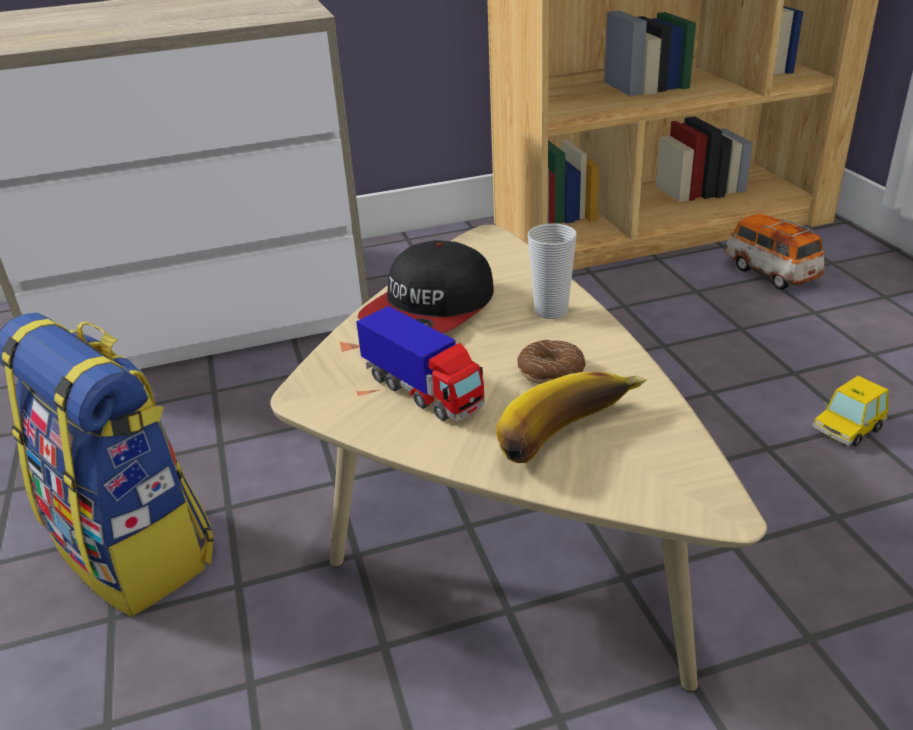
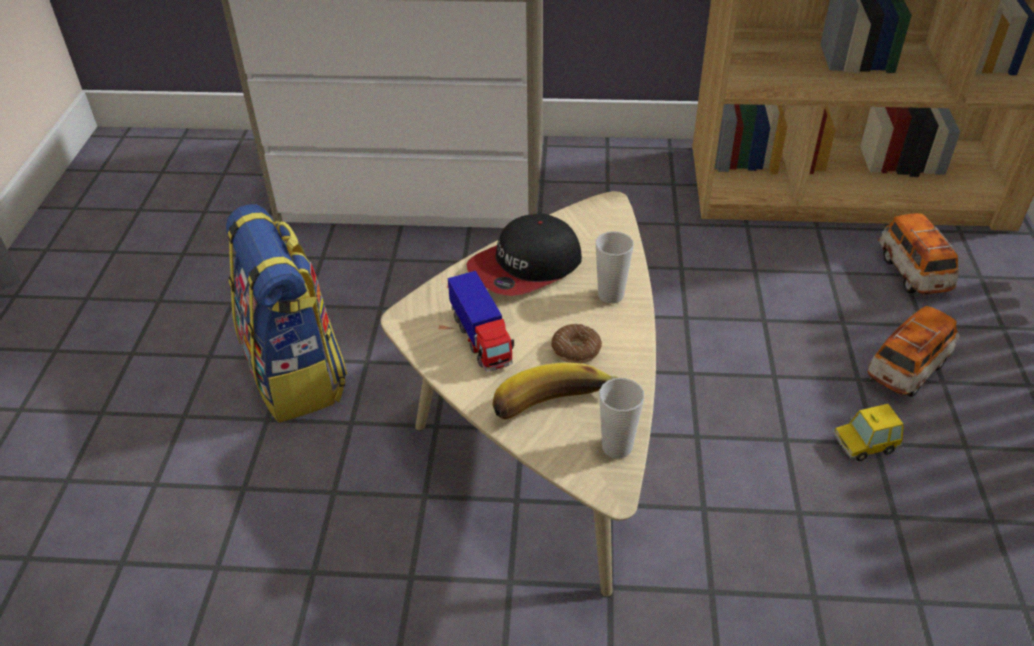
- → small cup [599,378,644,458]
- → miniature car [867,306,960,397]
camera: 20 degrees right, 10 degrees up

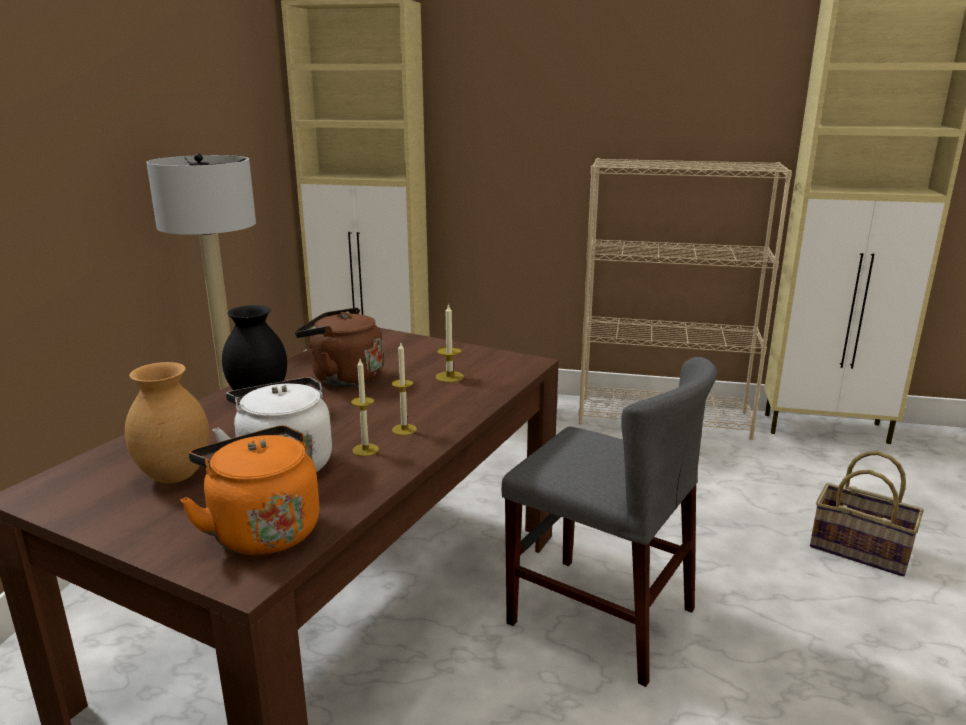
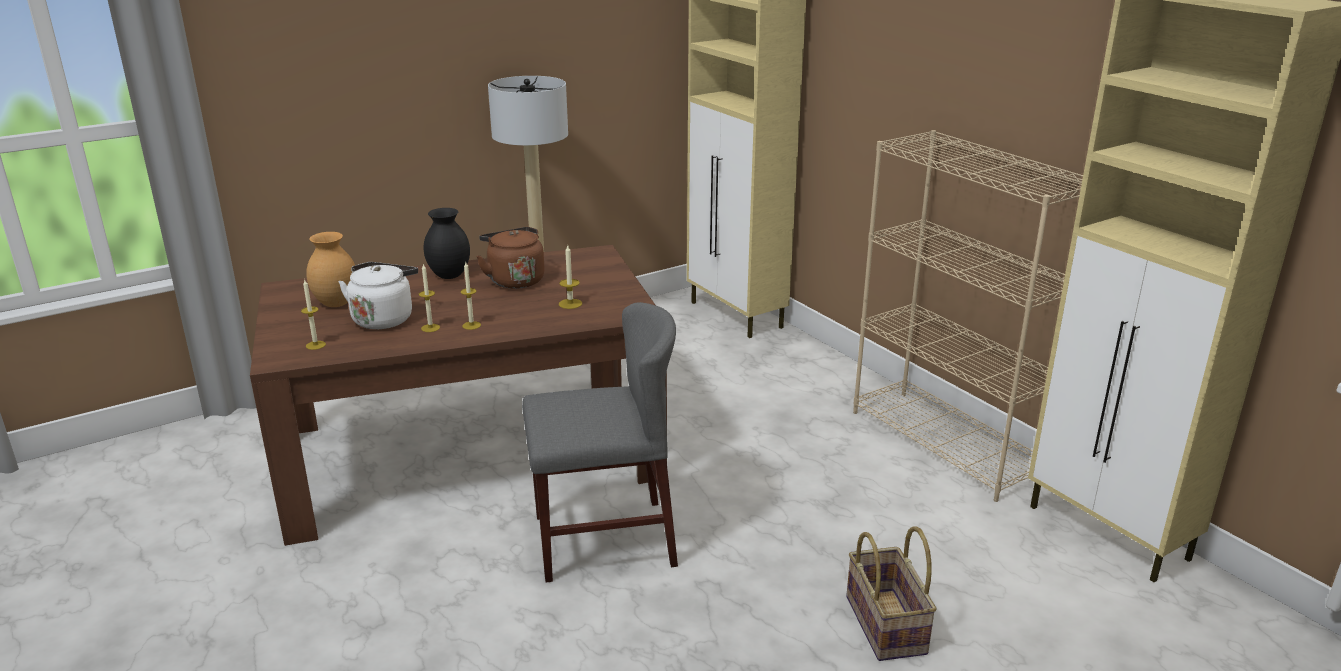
orange-coloured kettle [180,425,320,555] → candle [301,280,326,350]
gray chair [501,357,717,687] → gray chair [522,302,678,583], 90 degrees counterclockwise
camera: 45 degrees right, 5 degrees up

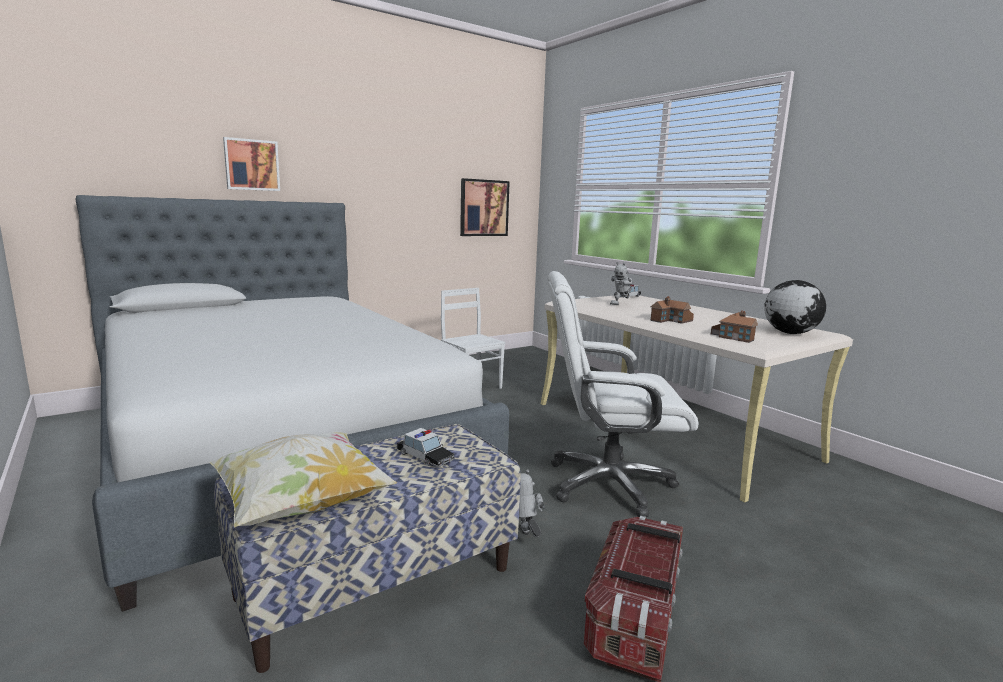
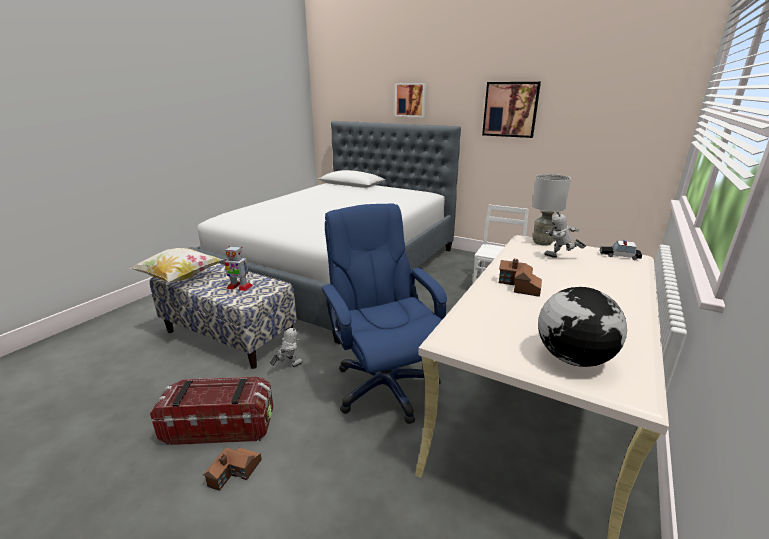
- → gray lamp for a table [532,174,571,246]
picture [460,178,510,236] → picture [482,82,541,138], moved
model house [711,311,758,343] → model house [203,447,262,491], moved
miniature car [397,428,455,467] → model robot [224,246,253,291]
whitish computer chair [548,271,698,517] → bluish computer chair [320,204,447,424]
camera: 65 degrees right, 10 degrees up

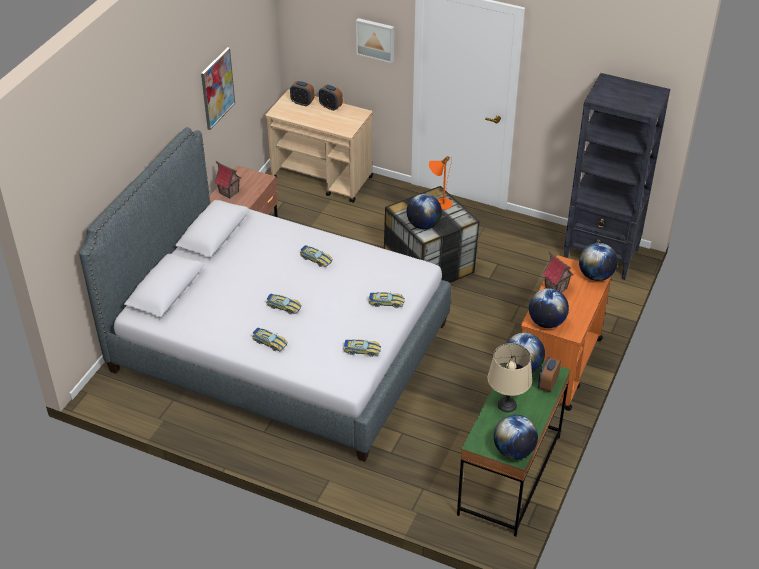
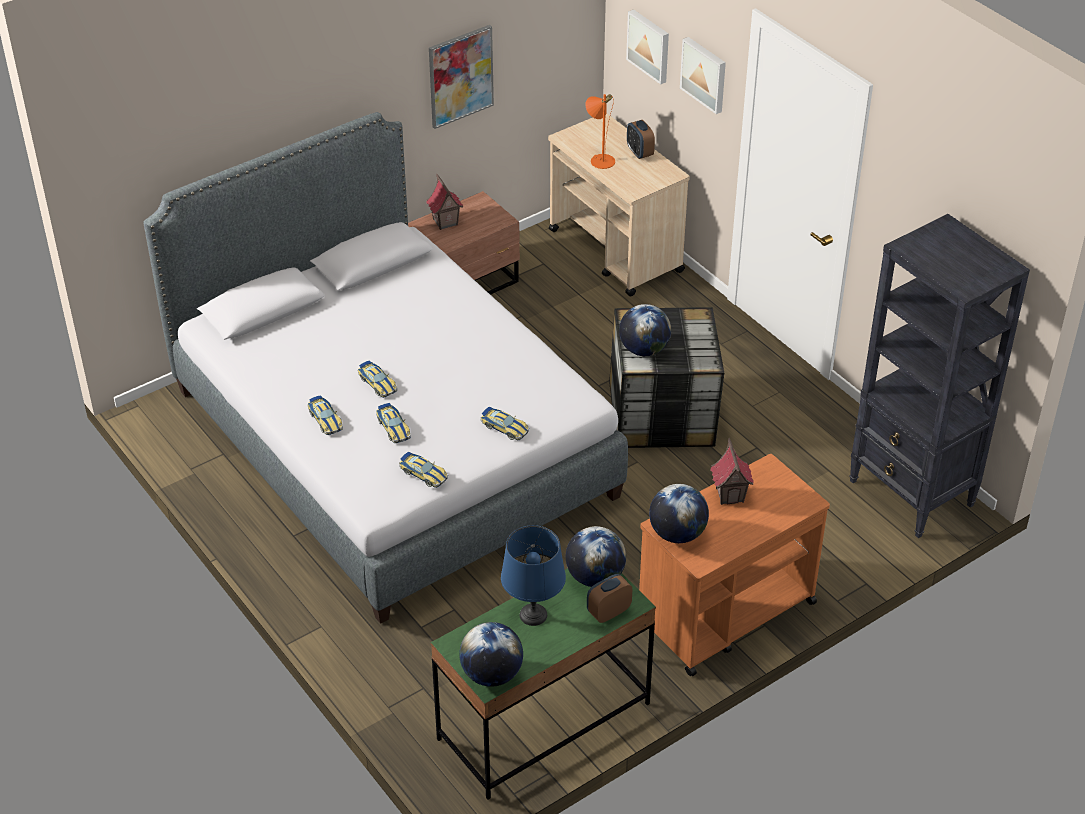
bedside clock [290,81,314,106] → -
desk globe [579,243,618,281] → -
- → picture [626,9,669,84]
miniature car [300,245,332,267] → miniature car [376,403,411,443], moved
orange-coloured lamp for a table [429,156,453,210] → orange-coloured lamp for a table [586,94,615,169], moved
beige-coloured lamp for a table [488,343,532,412] → bluish lamp for a table [501,525,566,626]
camera: 30 degrees right, 0 degrees up

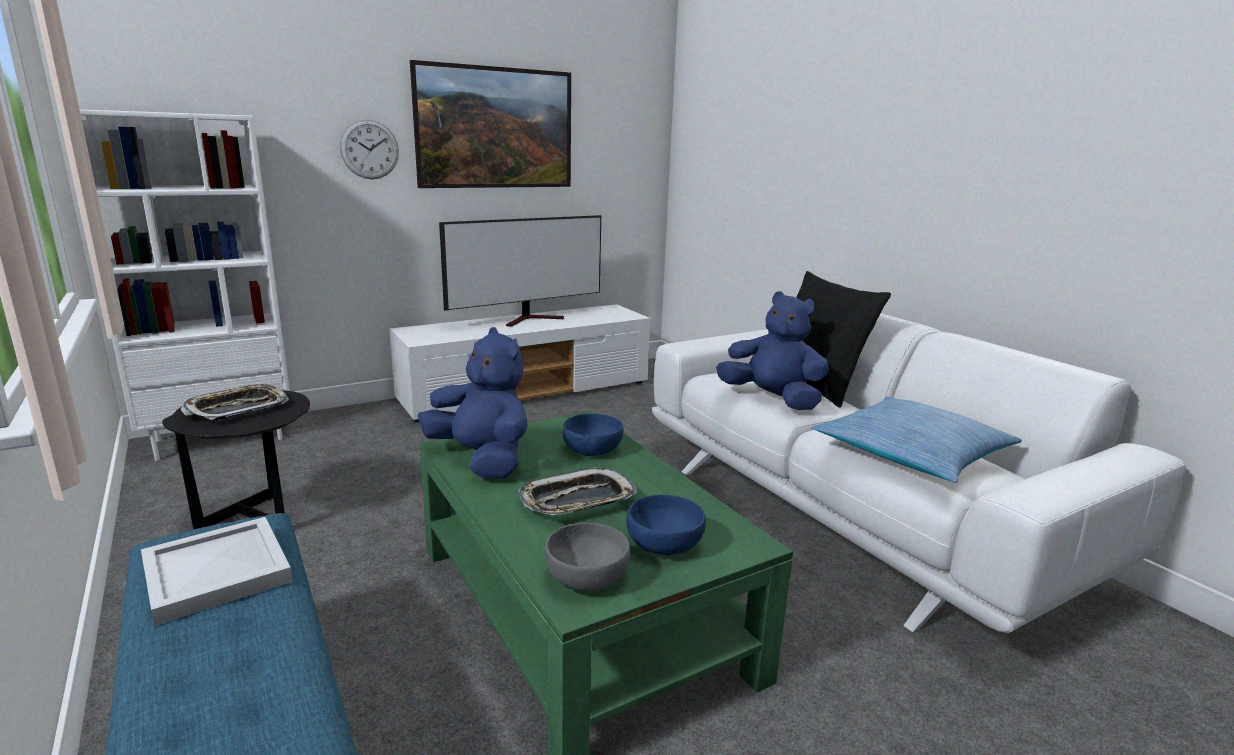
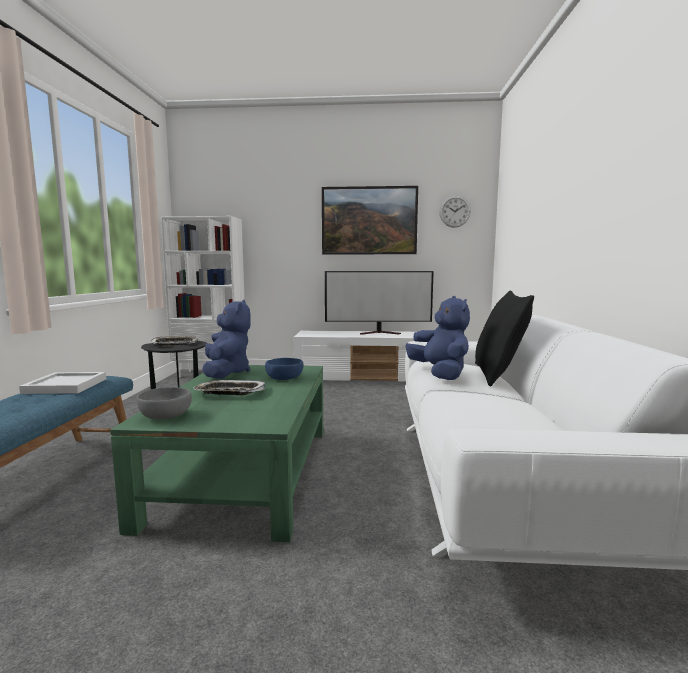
bluish bowl [626,494,706,555] → -
cushion [812,397,1022,483] → -
hanging clock [340,119,399,179] → hanging clock [439,195,471,228], moved
camera: 35 degrees right, 10 degrees down

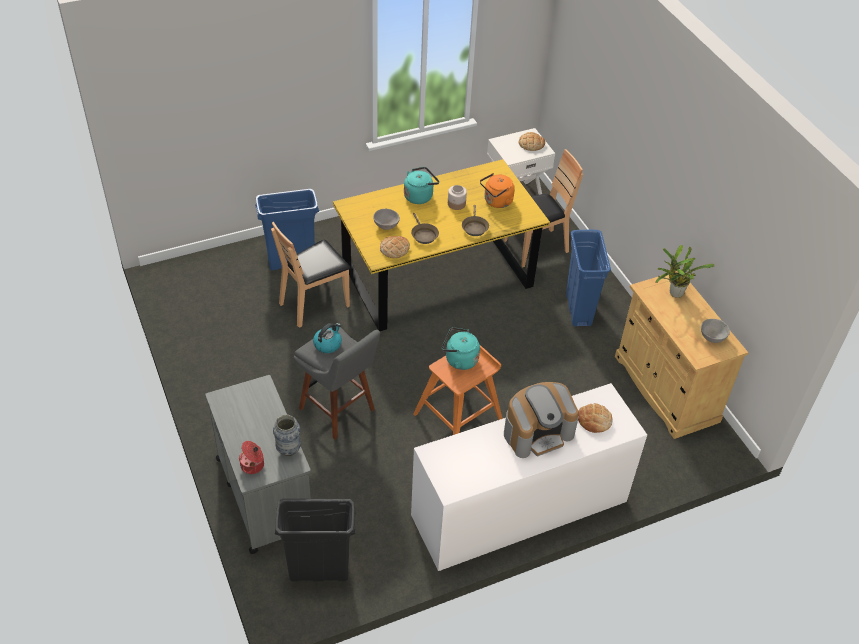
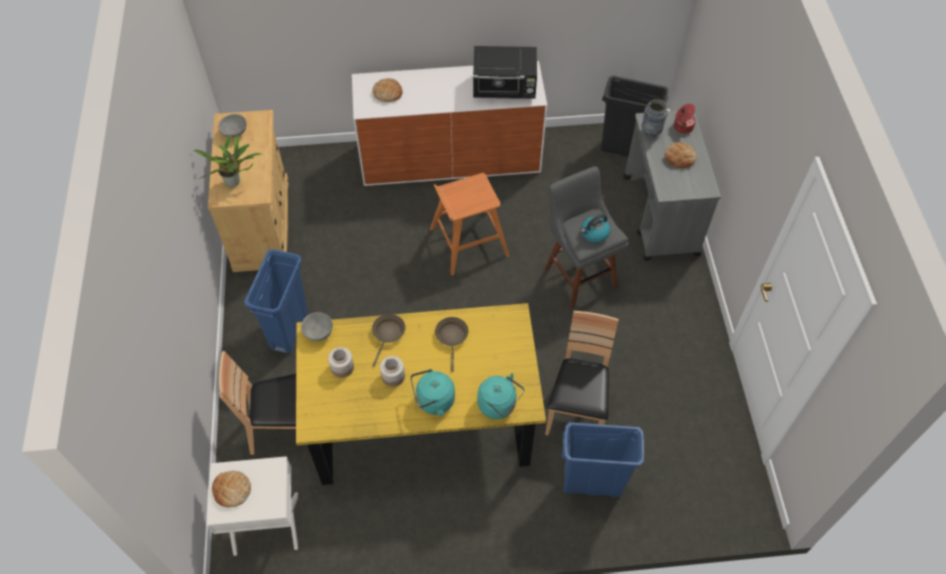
coffee maker [504,382,579,458] → -
- → black kitchen microwave [473,46,537,99]
gray bowl [373,209,400,230] → gray bowl [301,312,333,341], moved
bakery bread [380,236,410,258] → bakery bread [665,142,697,168], moved
blue-green kettle [442,327,480,370] → blue-green kettle [477,373,525,419], moved
orange-coloured kettle [480,173,515,208] → preserve jar [328,347,354,378]
brown chair [271,222,351,328] → brown chair [545,311,619,435], 60 degrees counterclockwise
camera: 160 degrees left, 10 degrees up

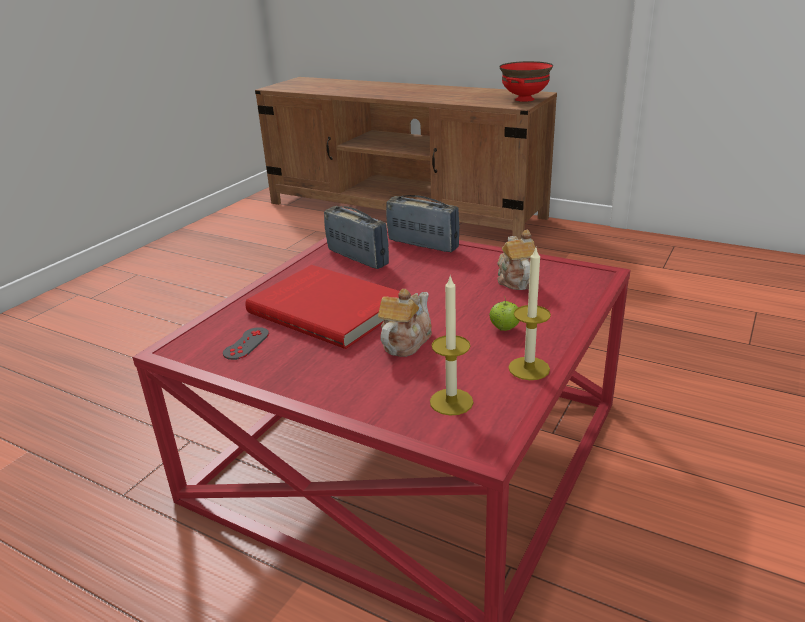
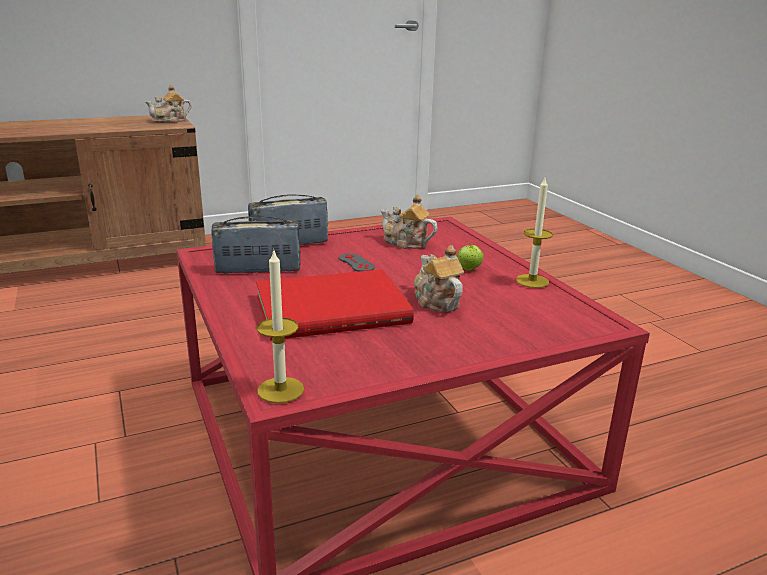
gray joypad [223,327,269,360] → gray joypad [339,253,375,272], moved
candle [430,274,473,415] → candle [257,248,304,403], moved
red bowl [500,61,553,102] → pot for tea [145,85,192,123]
camera: 55 degrees left, 5 degrees down

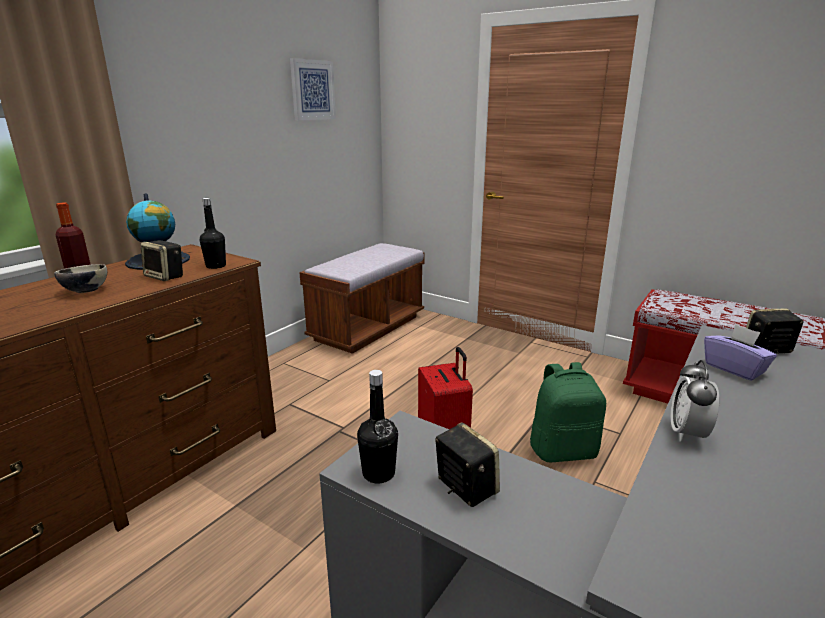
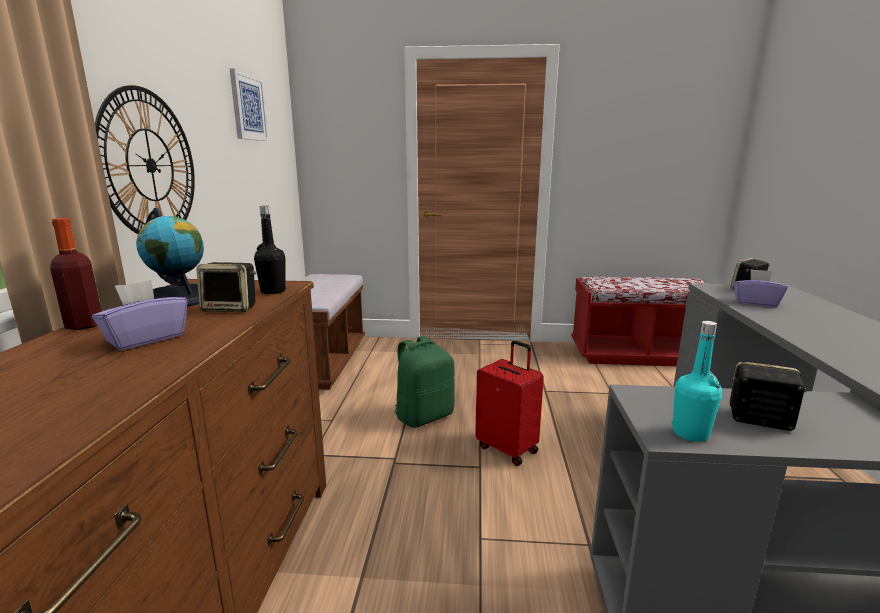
bedside clock [671,360,719,442] → -
- → hanging clock [95,85,195,234]
green rucksack [530,362,606,463] → green rucksack [395,336,455,428], moved
bowl [54,264,107,293] → purple tissue box [92,280,187,350]
black bottle [357,370,398,484] → blue-green bottle [672,321,722,442]
camera: 30 degrees left, 5 degrees down

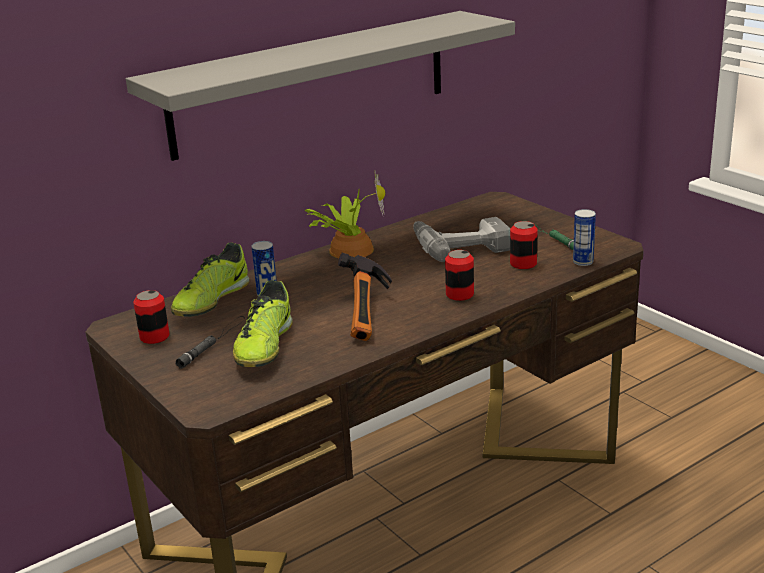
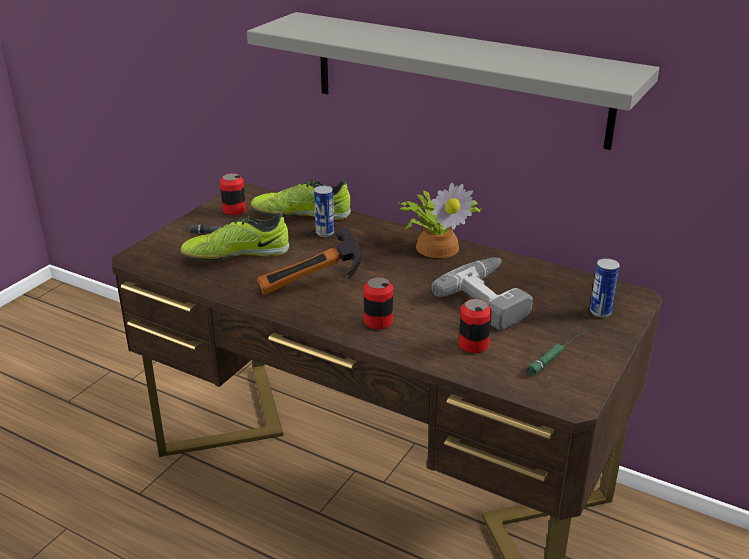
metal can [573,209,596,266] → metal can [590,258,620,317], moved
camera: 65 degrees right, 5 degrees up

